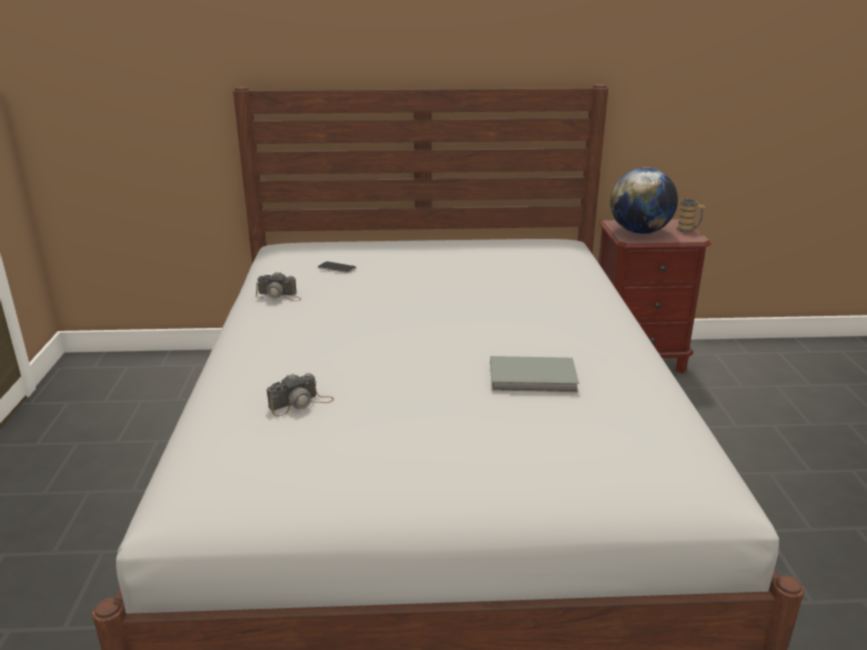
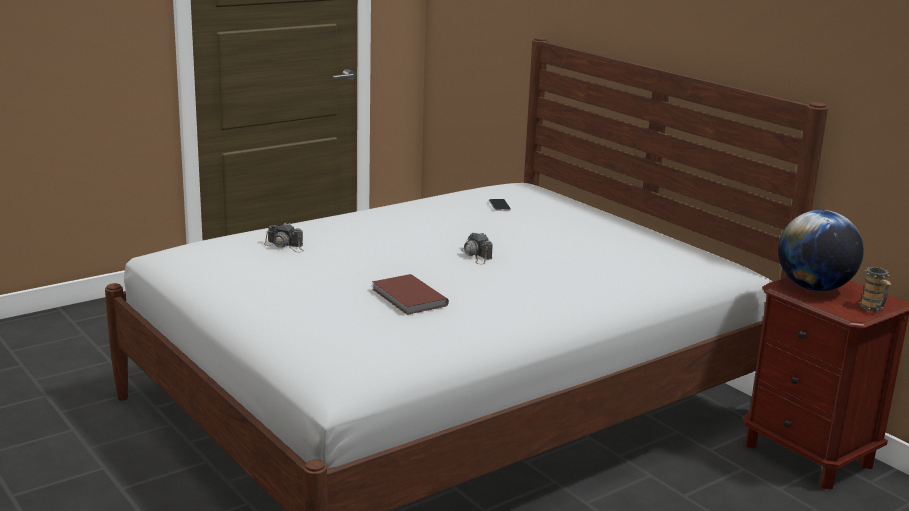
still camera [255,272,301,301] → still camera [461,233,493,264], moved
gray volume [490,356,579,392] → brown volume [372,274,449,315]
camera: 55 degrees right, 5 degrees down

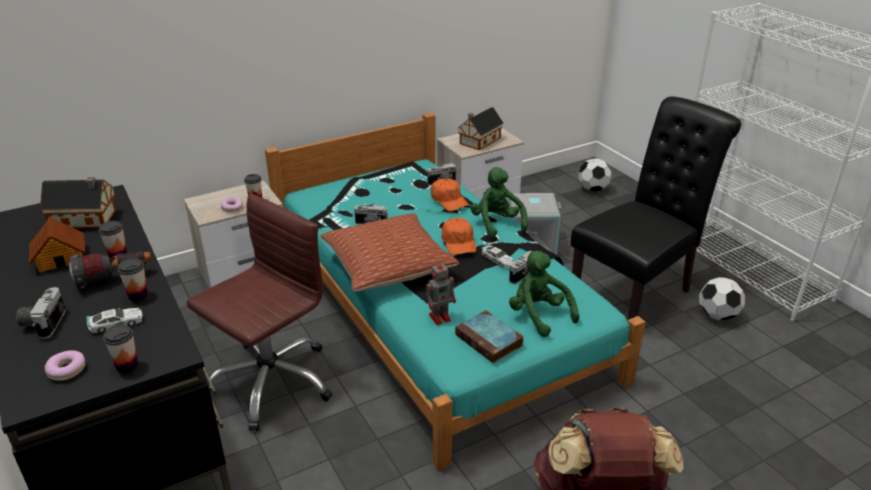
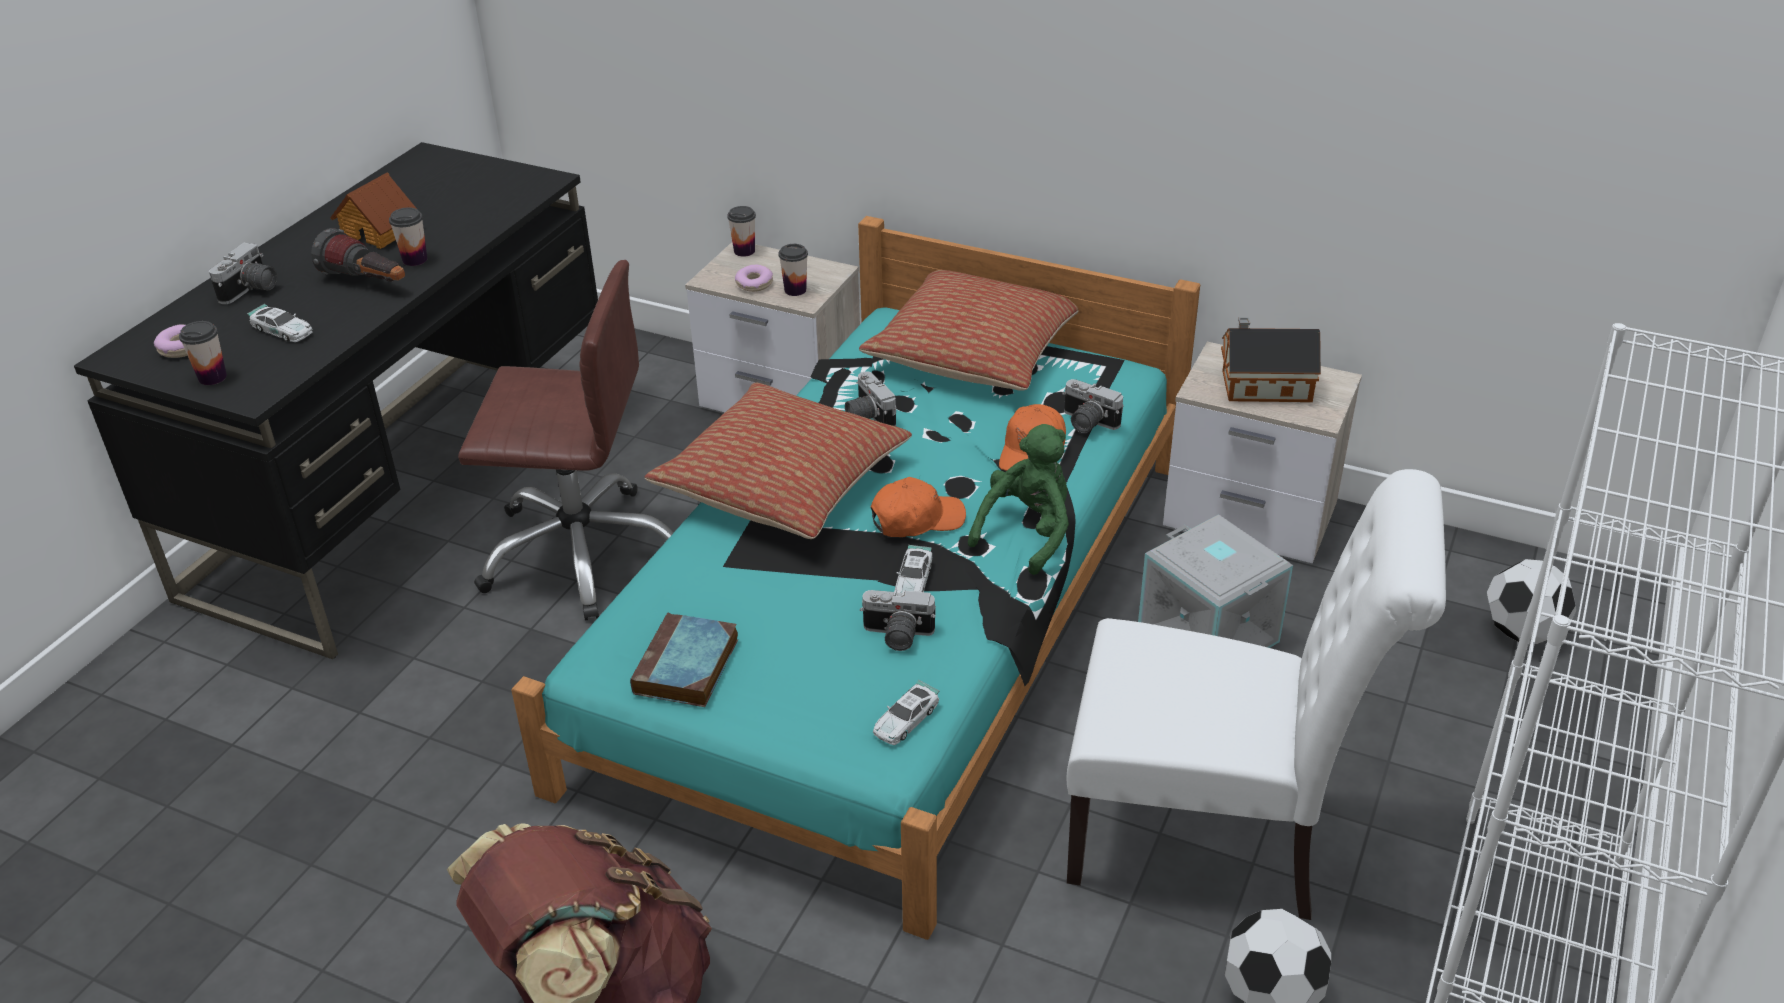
model house [40,177,116,229] → -
model robot [426,260,456,325] → -
green cuddly toy [509,251,580,337] → -
- → cushion [859,270,1079,391]
- → miniature car [873,680,939,745]
small cup [117,258,148,302] → small cup [727,206,756,257], moved
black chair [571,96,741,321] → whitish chair [1066,469,1446,920]
still camera [16,287,66,339] → still camera [209,243,277,304], 150 degrees clockwise
orange-coloured peaked cap [442,218,476,255] → orange-coloured peaked cap [870,477,966,537], 150 degrees counterclockwise
camera: 55 degrees right, 5 degrees up

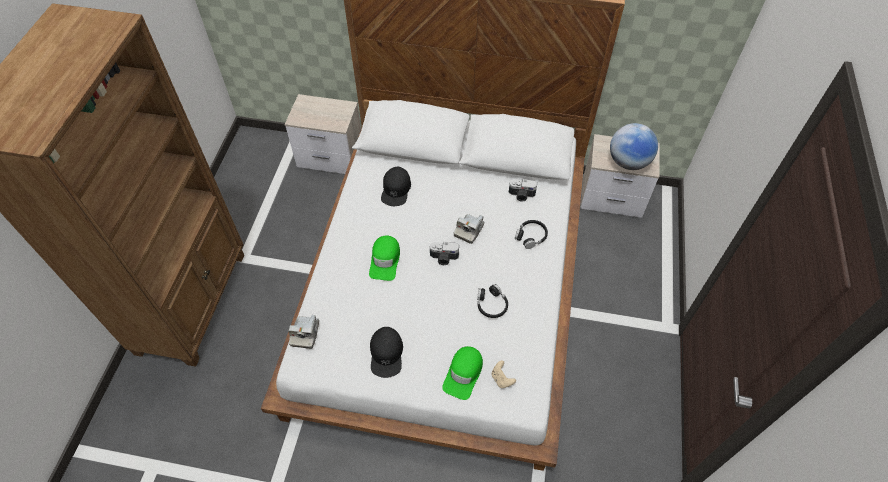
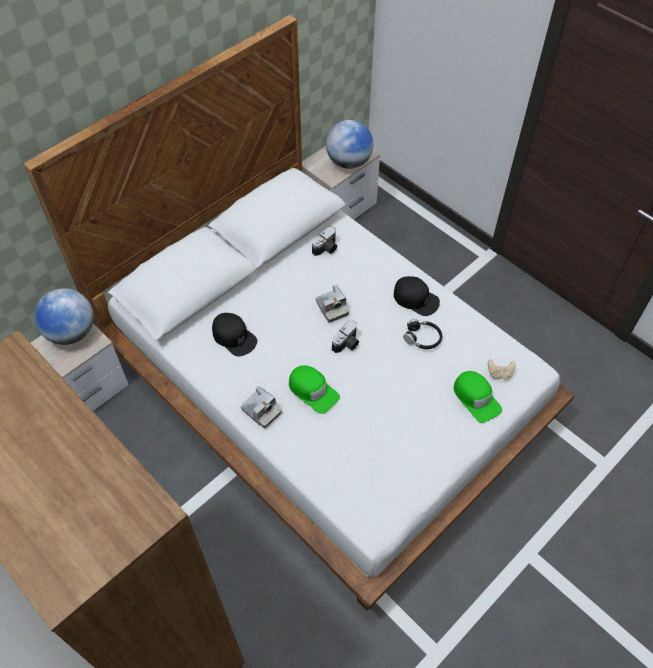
black headset [515,220,548,249] → -
- → desk globe [34,288,94,345]
still camera [288,315,319,349] → still camera [241,386,282,428], moved
black peaked cap [370,327,403,378] → black peaked cap [394,276,440,316], moved
camera: 55 degrees left, 0 degrees up

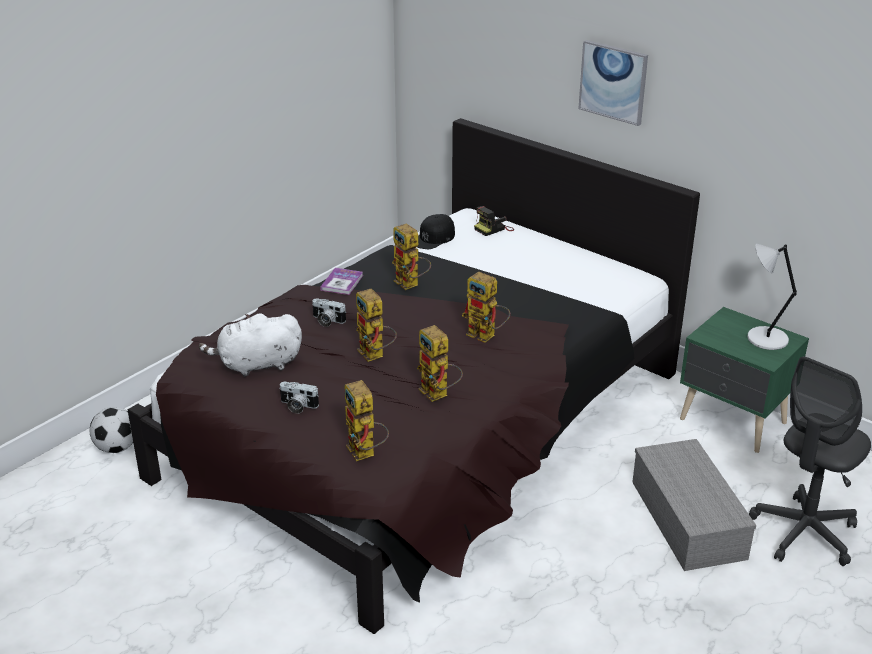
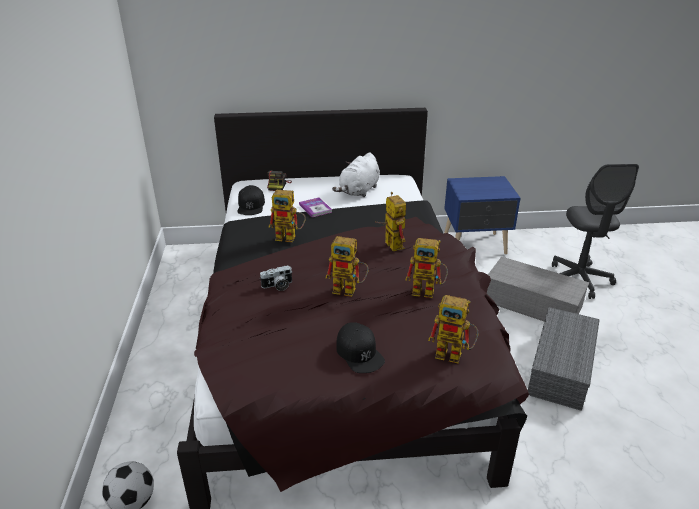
picture [578,40,648,126] → -
gray lamp for a table [747,244,797,350] → -
- → gray storage box [528,307,600,411]
whitish cuddly toy [199,313,302,377] → whitish cuddly toy [332,152,380,197], moved
volume [320,268,363,295] → volume [299,197,332,217], moved
still camera [279,382,319,414] → black peaked cap [336,322,385,373]
green night table [680,307,809,453] → bluish night table [444,176,521,254]
model robot [462,271,510,343] → model robot [375,192,406,251], 105 degrees counterclockwise
camera: 45 degrees left, 0 degrees up

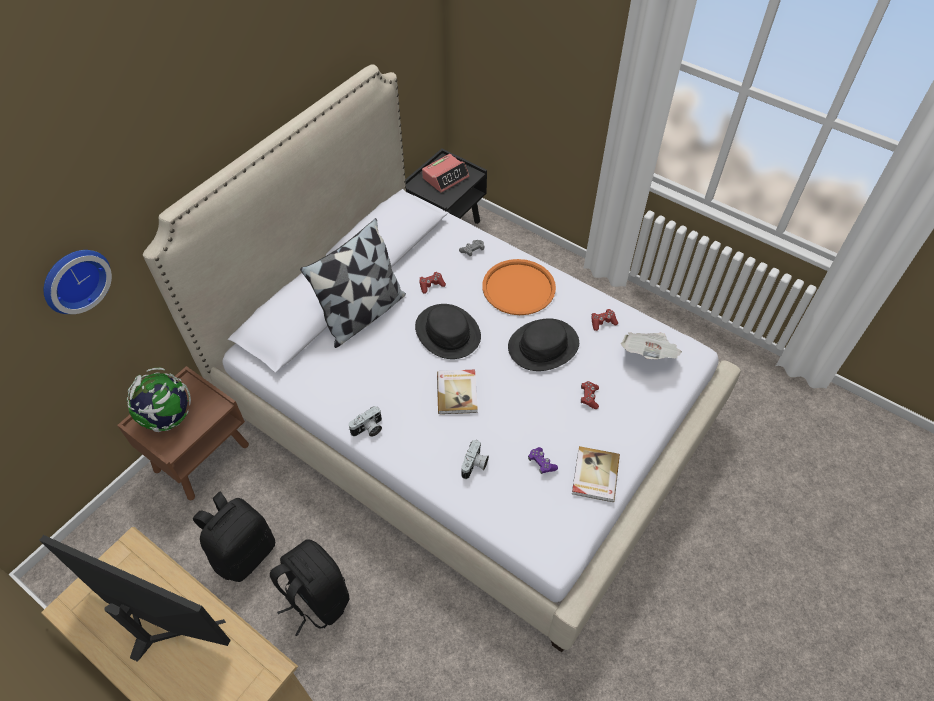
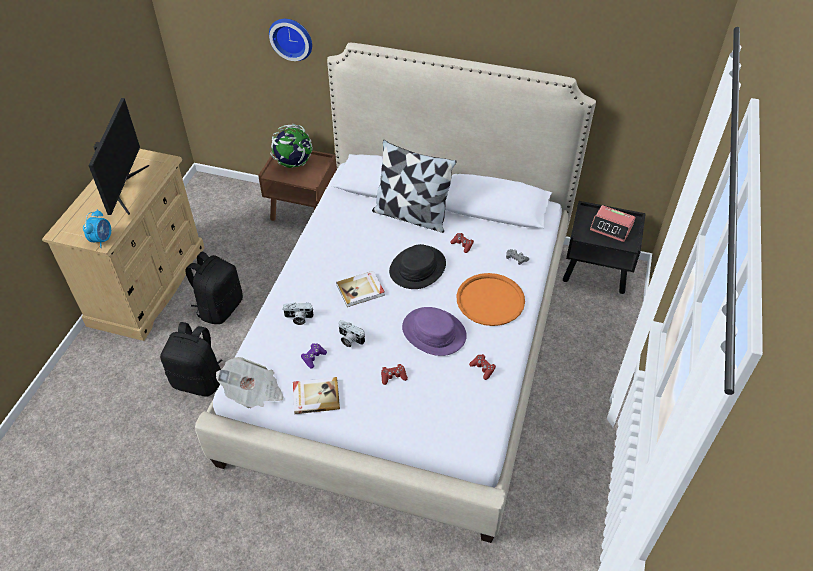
- → bedside clock [83,209,111,248]
black rucksack [193,491,275,582] → black rucksack [160,322,222,397], moved
still camera [349,406,382,437] → still camera [339,320,365,347], moved
newspaper [621,332,682,359] → newspaper [216,357,284,409], moved
black wearable hat [508,318,579,371] → purple wearable hat [402,307,467,356]
camera: 70 degrees right, 5 degrees down

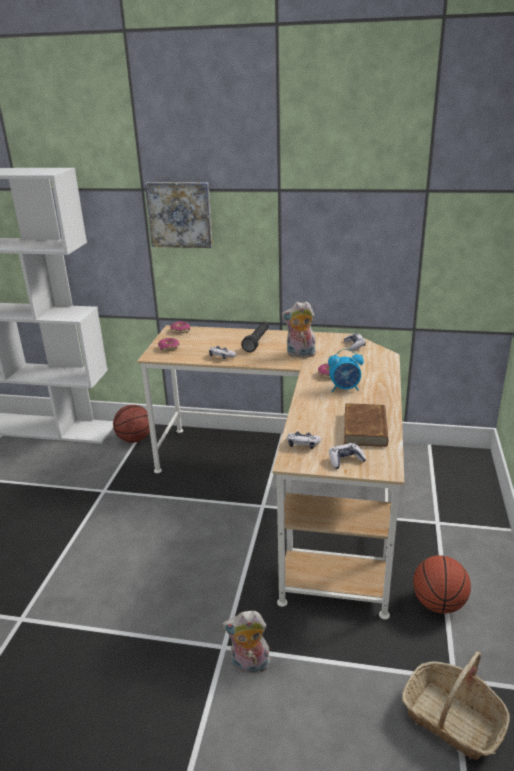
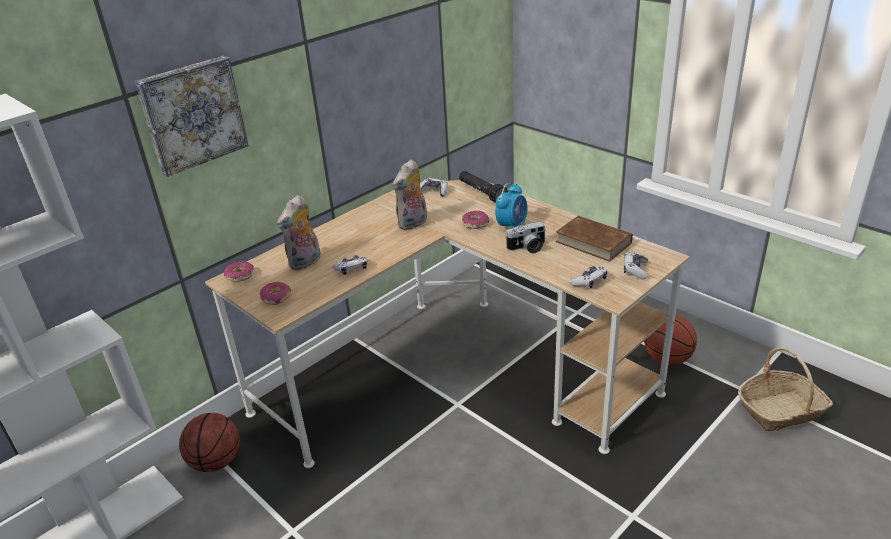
- → still camera [505,221,546,253]
cuddly toy [222,611,270,674] → cuddly toy [277,195,321,270], moved
black hand torch [241,322,269,352] → black hand torch [459,171,508,203], moved
camera: 55 degrees left, 5 degrees up

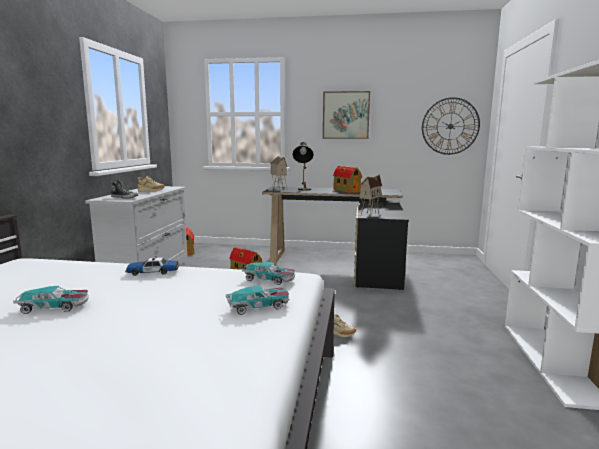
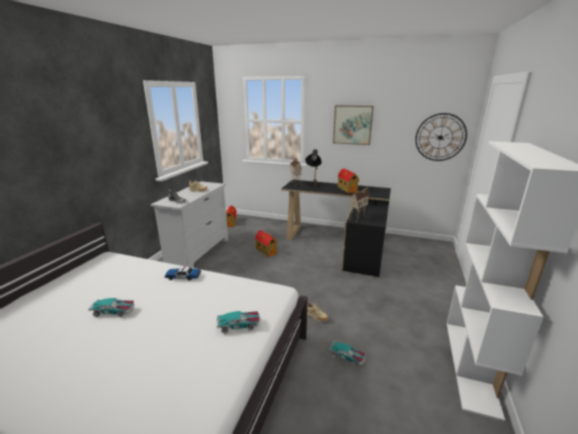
miniature car [242,262,295,285] → miniature car [329,341,365,366], moved
camera: 10 degrees right, 10 degrees up

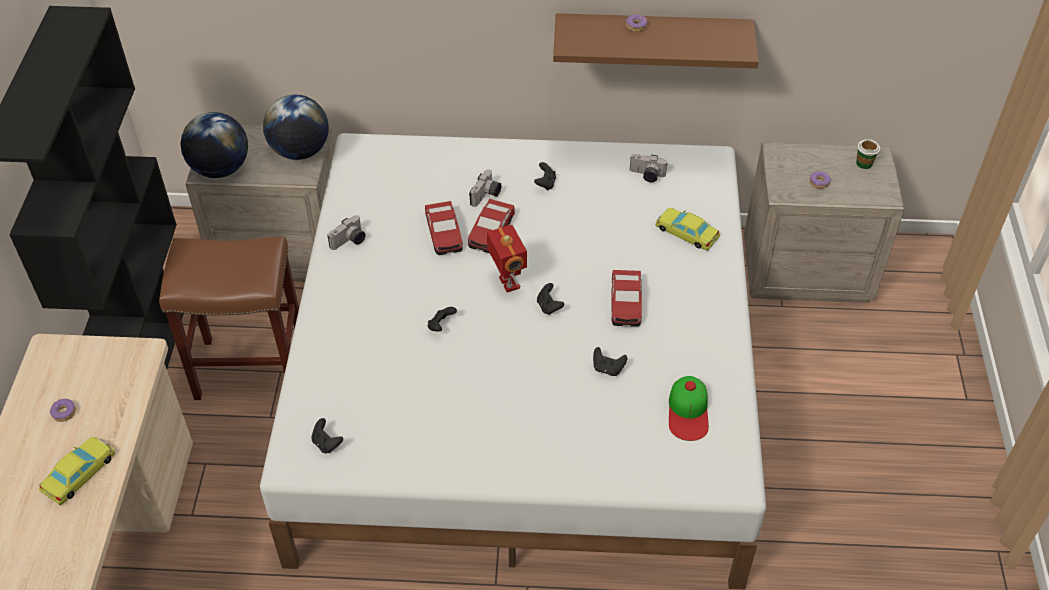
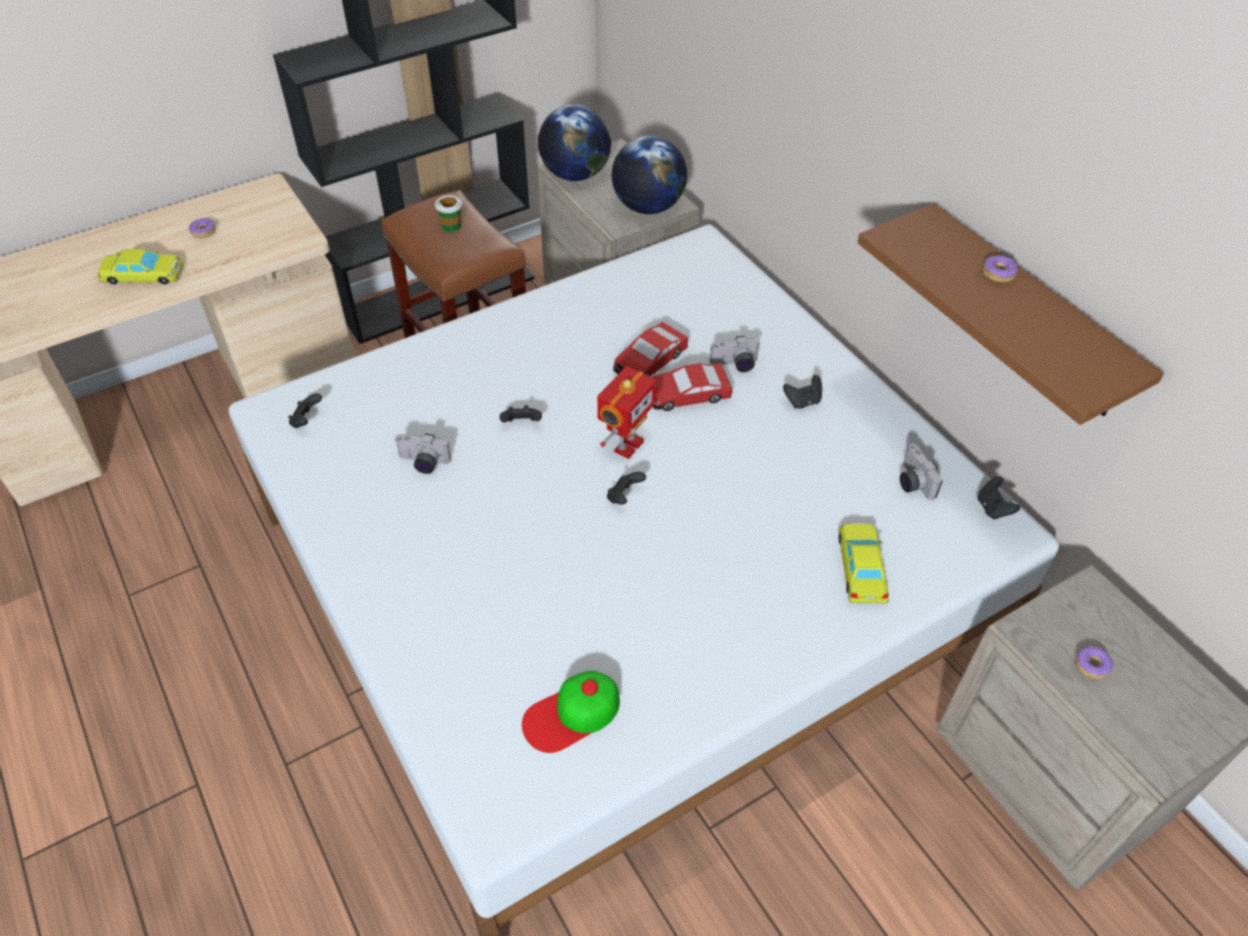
miniature car [611,270,642,327] → -
still camera [327,215,366,250] → still camera [395,434,451,474], moved
black joypad [593,347,627,376] → black joypad [978,477,1020,519], moved
small cup [856,139,880,169] → small cup [435,195,462,232], moved
camera: 55 degrees right, 0 degrees up

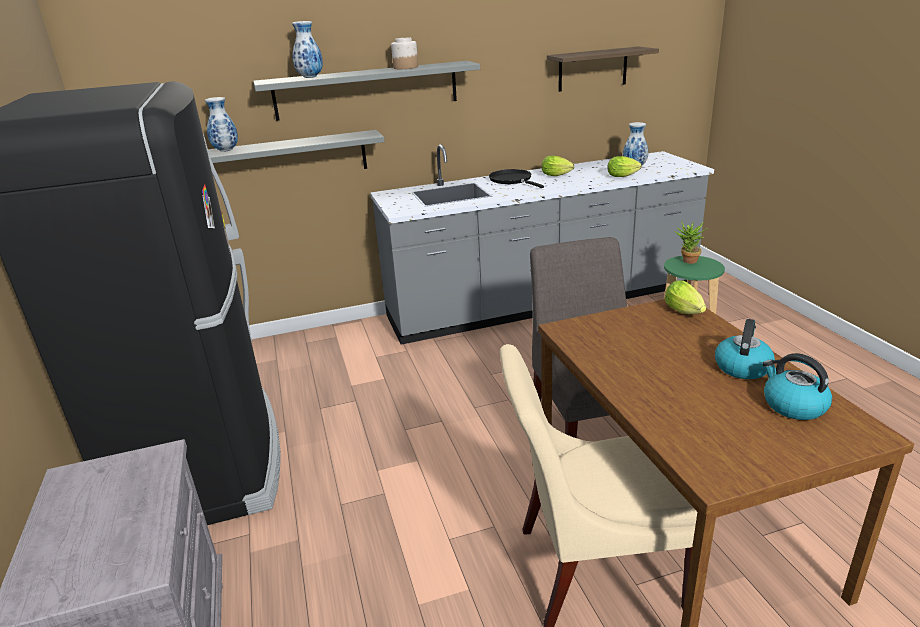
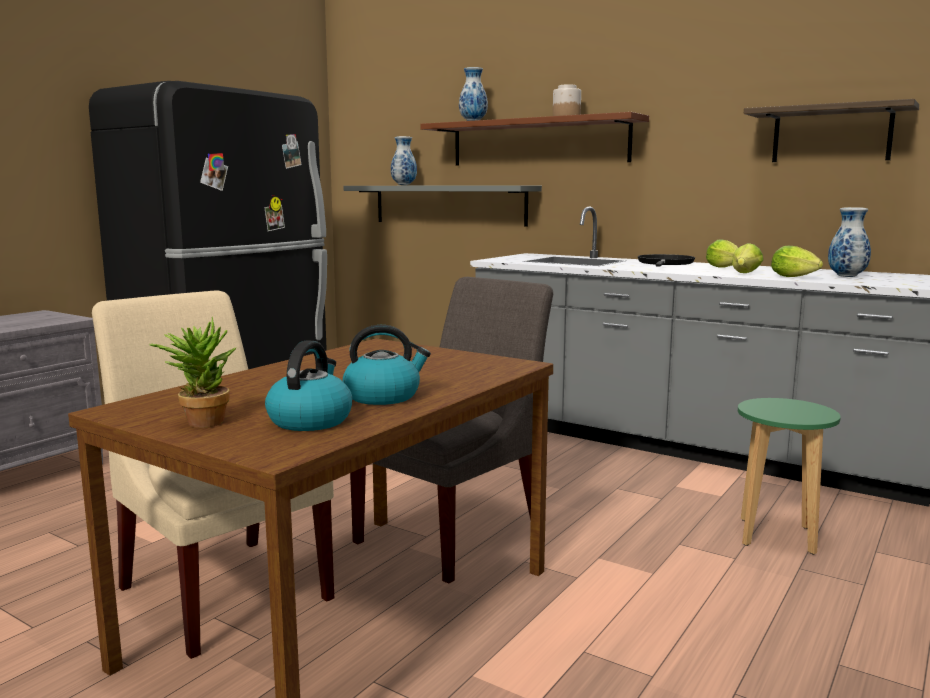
head of lettuce [665,280,706,314] → head of lettuce [732,243,764,273], moved
houseplant [674,221,708,264] → houseplant [149,316,236,428], moved
gray shelf [253,61,480,121] → brown shelf [420,112,649,166]
camera: 50 degrees right, 15 degrees down

